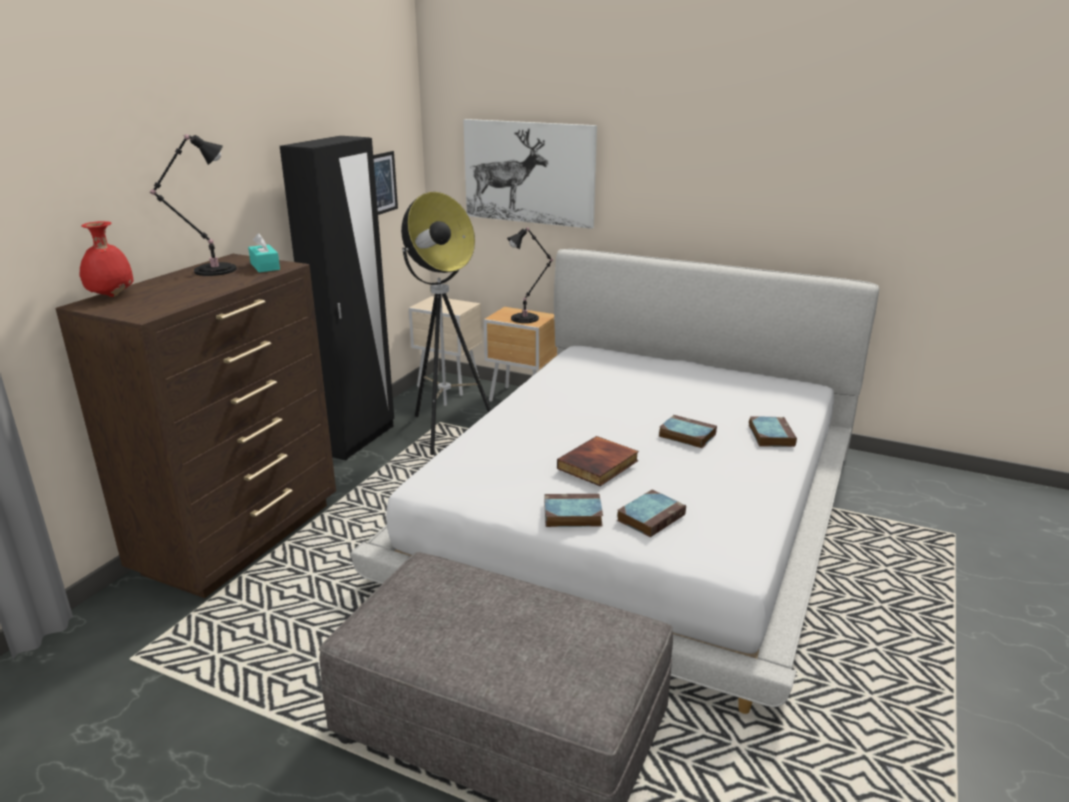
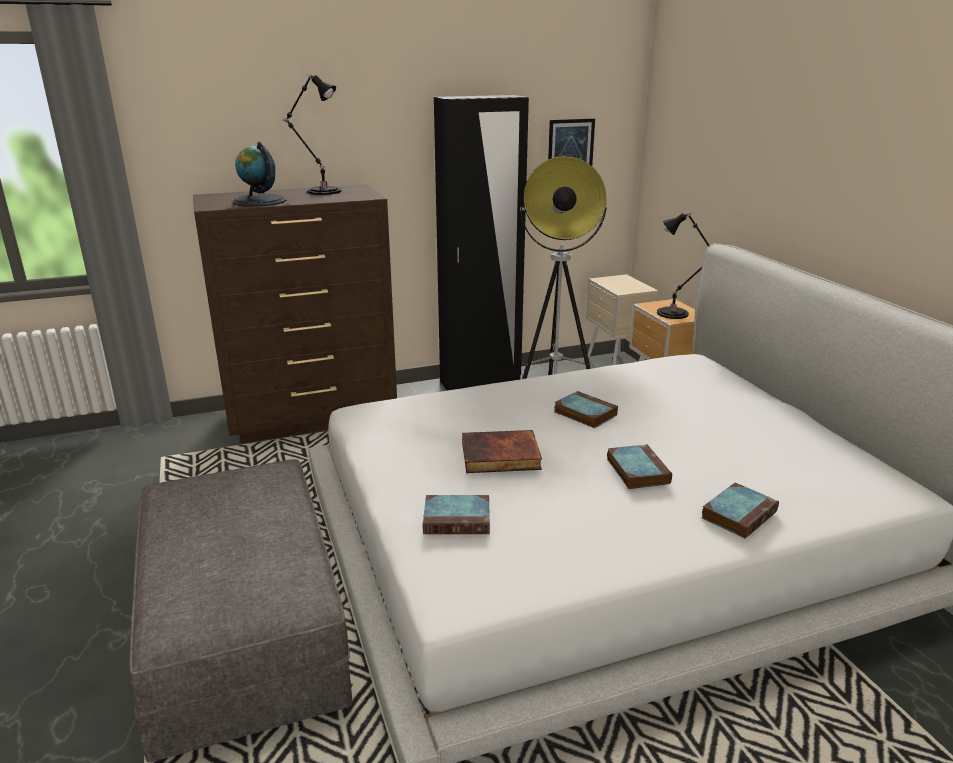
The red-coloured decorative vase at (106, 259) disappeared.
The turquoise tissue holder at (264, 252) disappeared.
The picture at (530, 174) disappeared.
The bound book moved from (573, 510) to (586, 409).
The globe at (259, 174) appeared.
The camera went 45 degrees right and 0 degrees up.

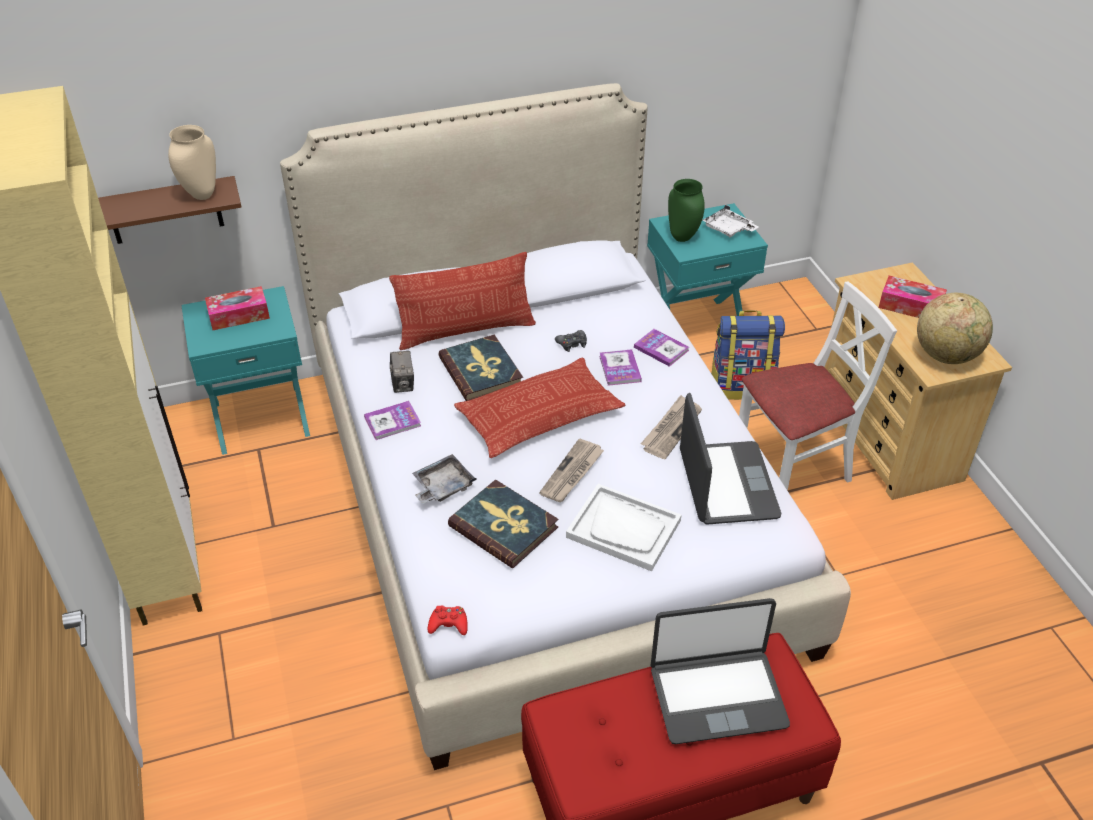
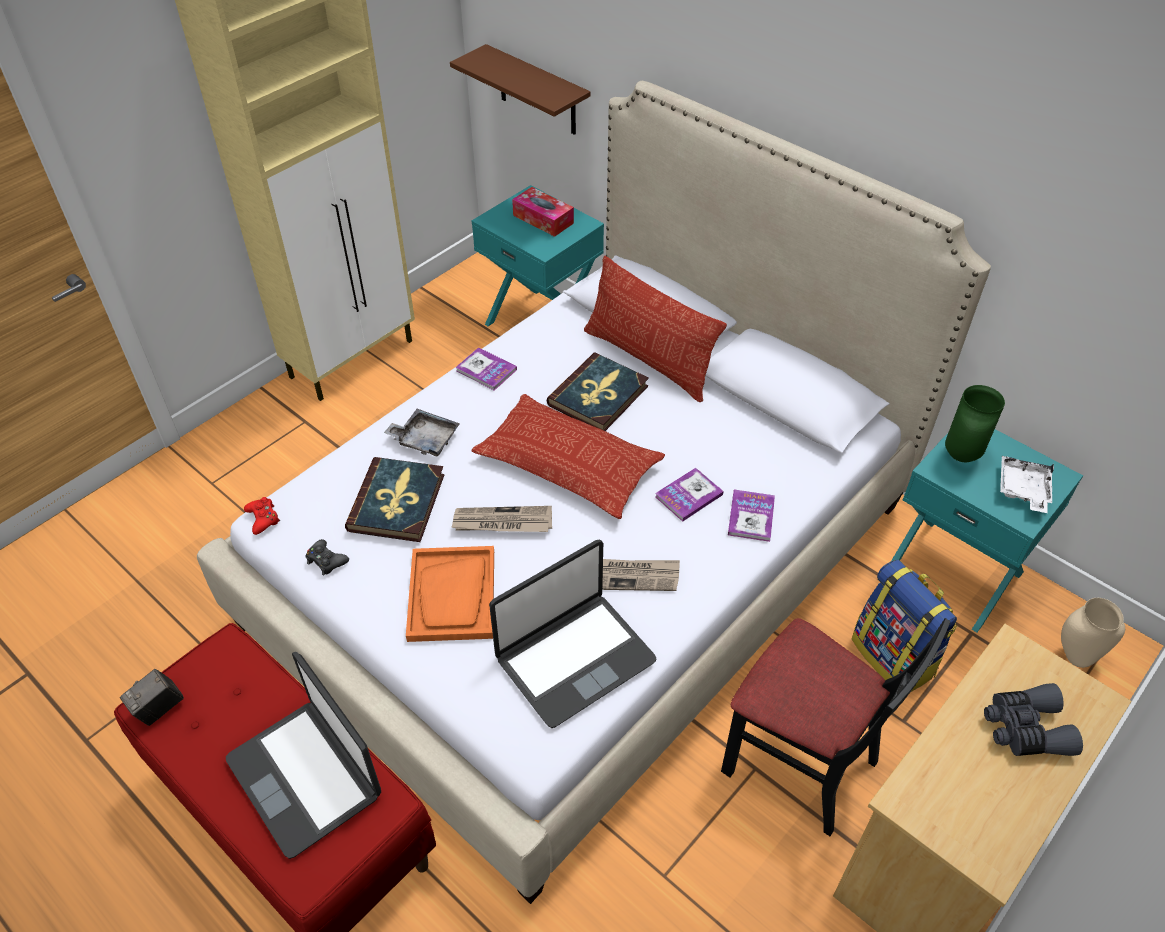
The beige-coloured decorative vase moved from (192, 162) to (1093, 633).
The photo camera moved from (402, 372) to (152, 697).
The black-coloured gamepad moved from (571, 341) to (327, 557).
The white serving tray at (624, 527) became the orangey serving tray at (450, 594).
The white upright chair at (818, 386) became the black-coloured upright chair at (836, 727).
The tissue holder at (913, 297) was replaced by the gray binoculars at (1033, 719).
The globe at (955, 328) disappeared.
The camera went 60 degrees right and 5 degrees up.

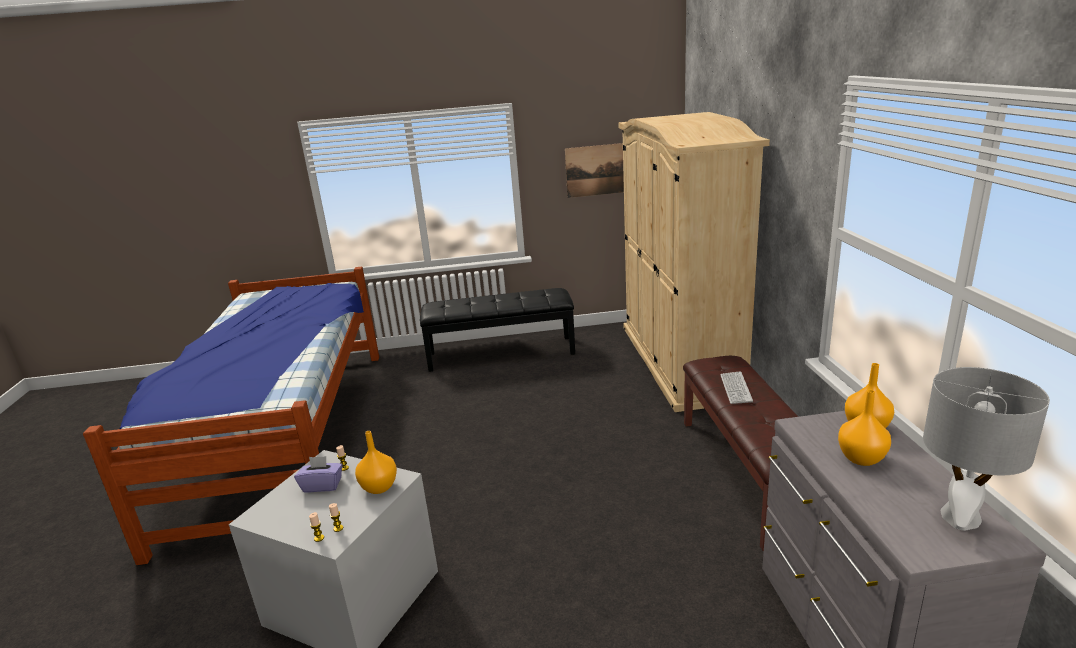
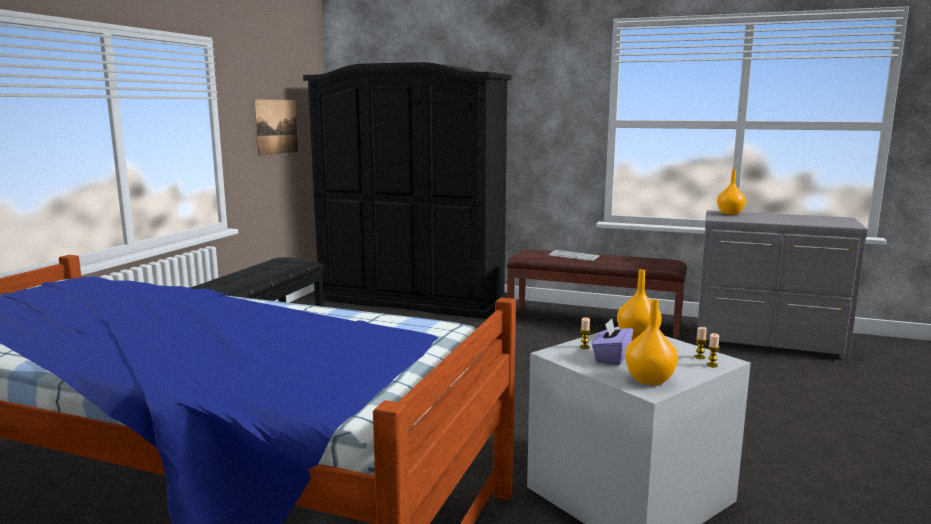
The beige-coloured wardrobe at (694, 262) became the black-coloured wardrobe at (407, 190).
The orangey decorative vase moved from (864, 428) to (651, 342).
The gray tabletop lamp at (986, 449) disappeared.
The camera went 65 degrees left and 10 degrees down.

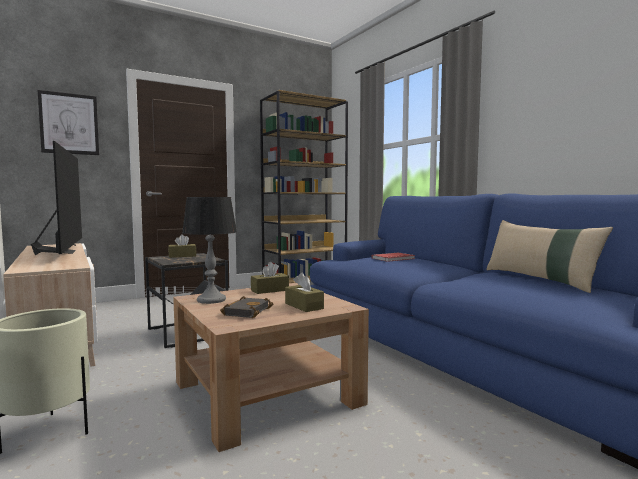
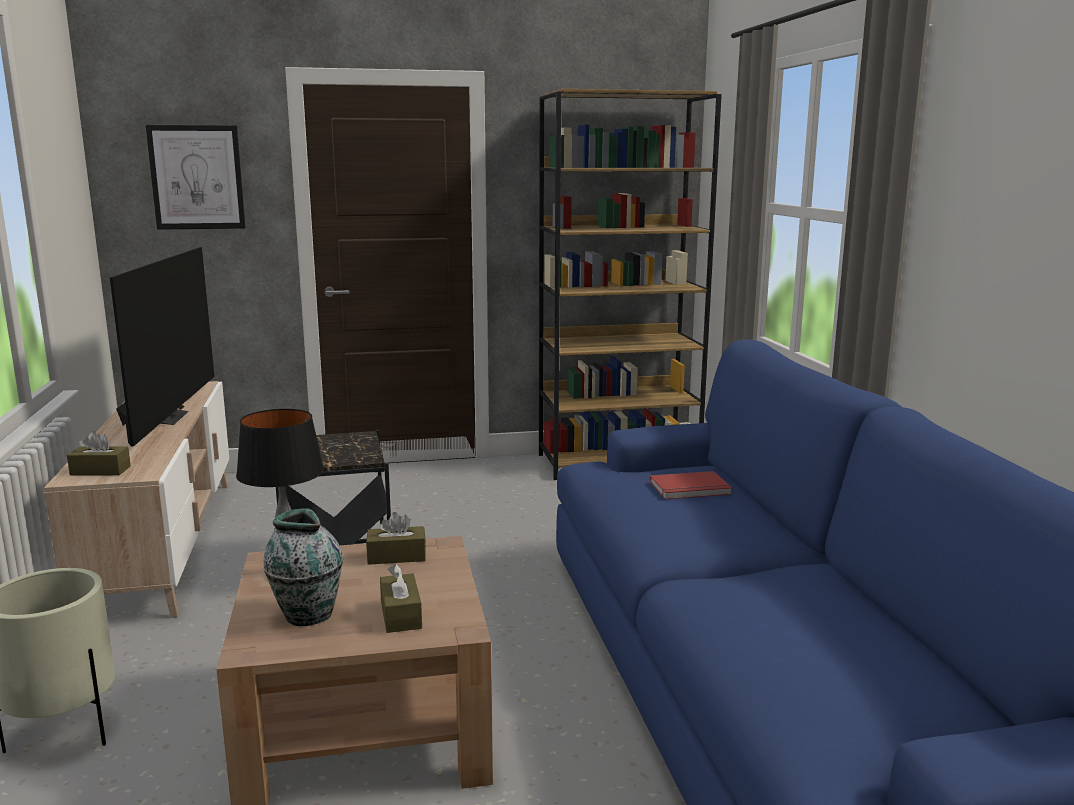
The brown-coloured tissue holder moved from (182, 246) to (99, 453).
The black-coloured bound book at (246, 307) was replaced by the decorative vase at (303, 567).
The beige-coloured throw pillow at (550, 256) disappeared.
The camera went 20 degrees right and 10 degrees up.

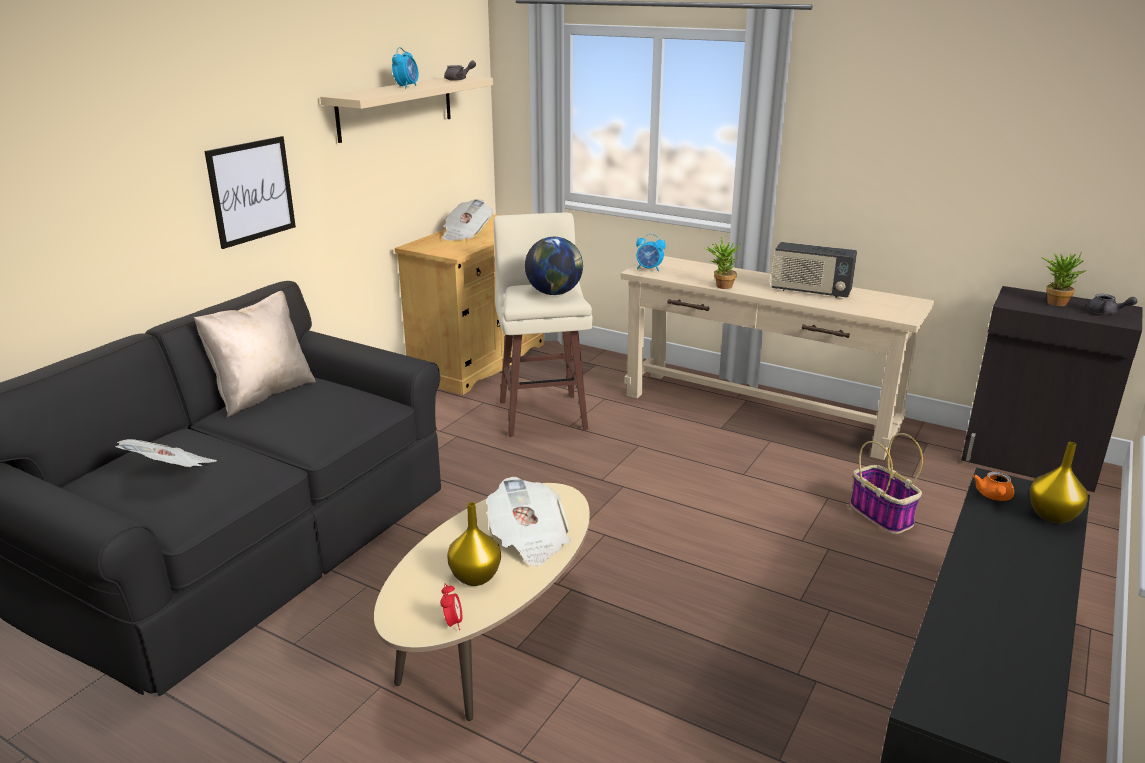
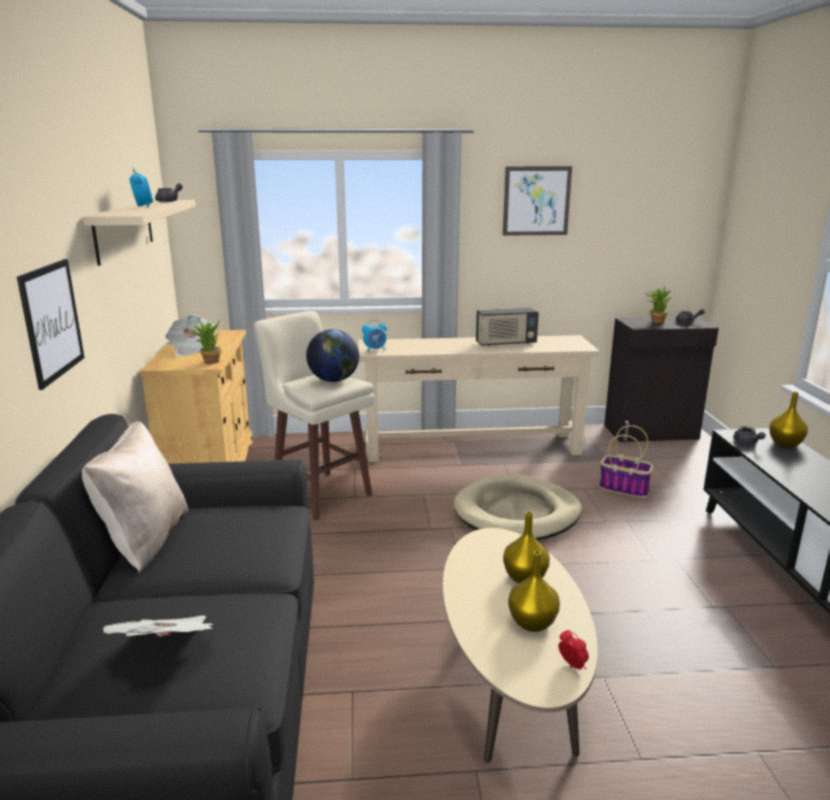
The printed paper at (528, 522) was replaced by the yellowish decorative vase at (526, 547).
The houseplant moved from (722, 263) to (204, 341).
The orangey teapot at (993, 486) became the gray teapot at (749, 435).
The beige-coloured dog cushion at (518, 507) appeared.
The picture at (537, 201) appeared.
The camera went 35 degrees left and 5 degrees down.

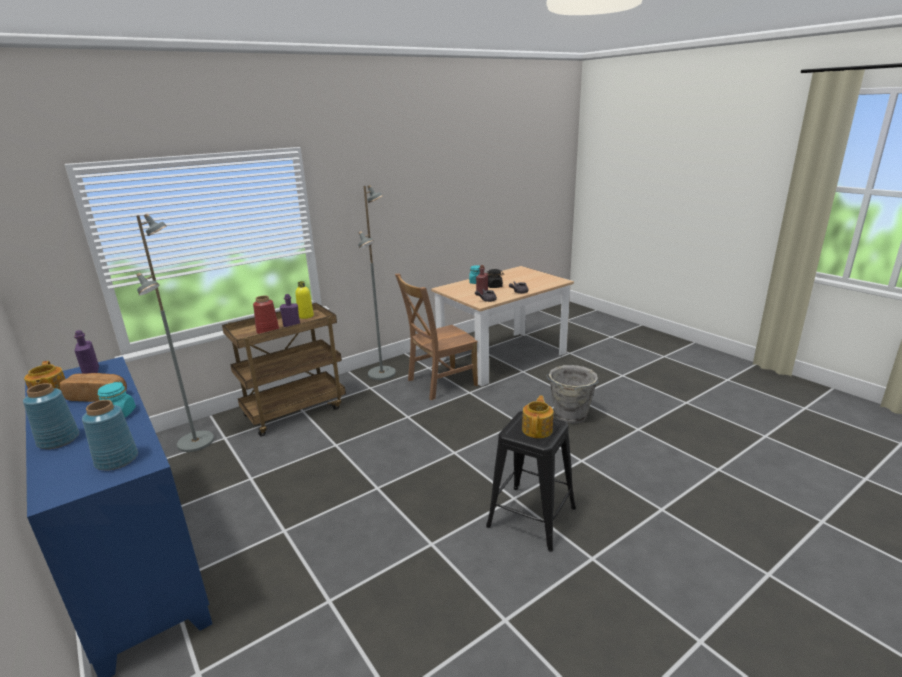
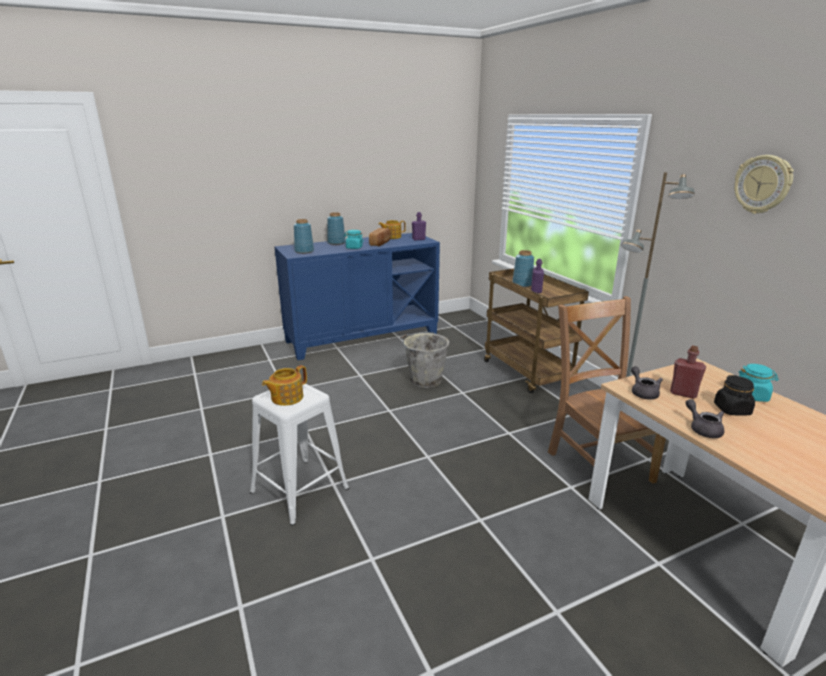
The gray standing lamp at (175, 332) disappeared.
The red-coloured decorative vase at (266, 314) became the blue decorative vase at (523, 268).
The yellowish drink bottle at (304, 300) disappeared.
The black-coloured sitting stool at (531, 481) became the white sitting stool at (299, 455).
The teapot at (537, 417) turned 105 degrees clockwise.
The gray bucket moved from (572, 394) to (425, 360).
The wall clock at (764, 184) appeared.
The camera went 100 degrees right and 0 degrees up.

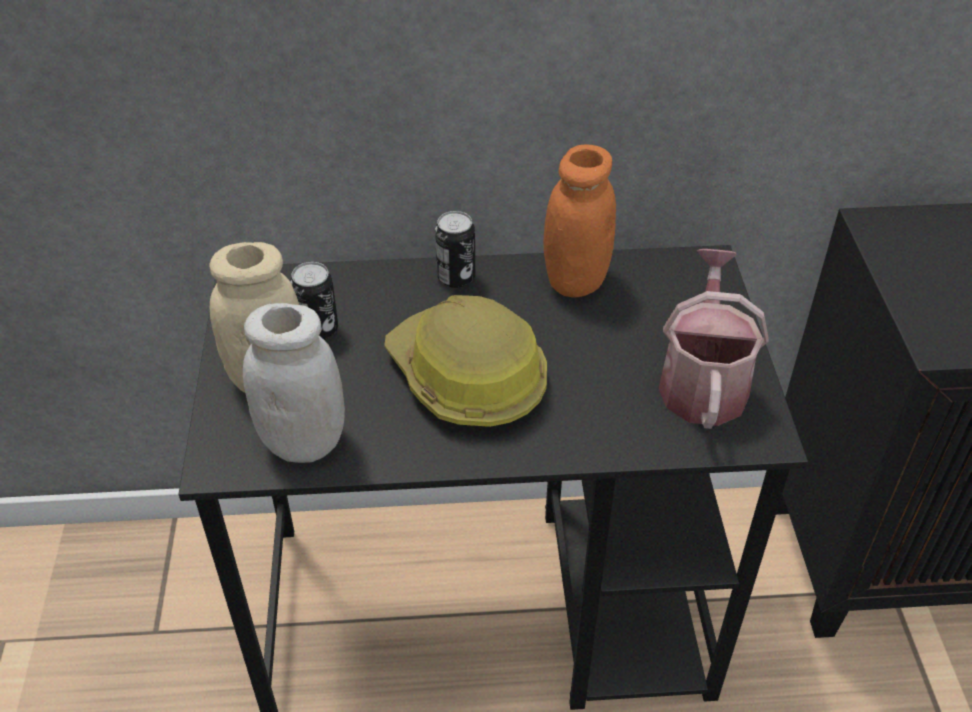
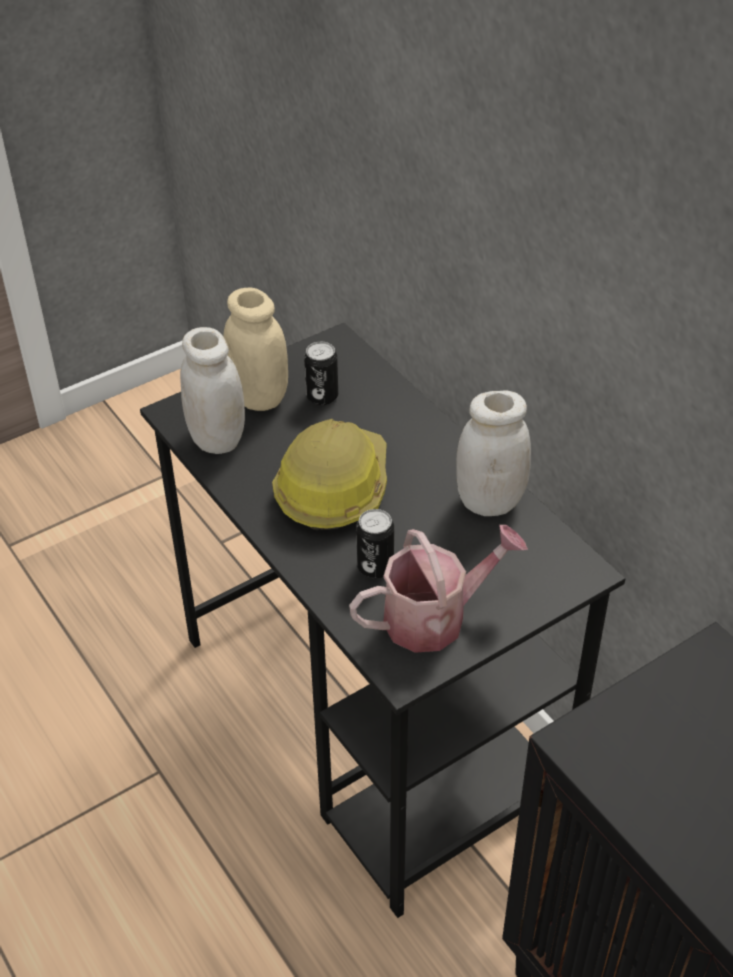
The metal can moved from (455, 249) to (375, 543).
The orangey preserve jar at (579, 221) became the white preserve jar at (493, 453).
The camera went 60 degrees right and 0 degrees up.

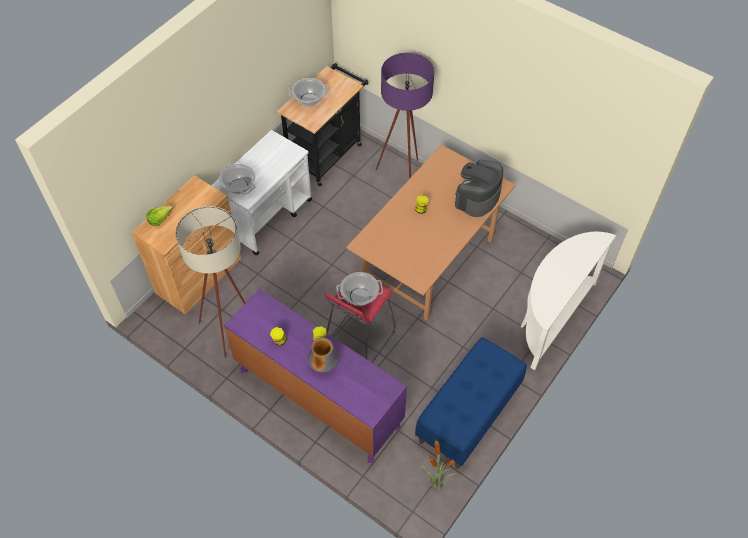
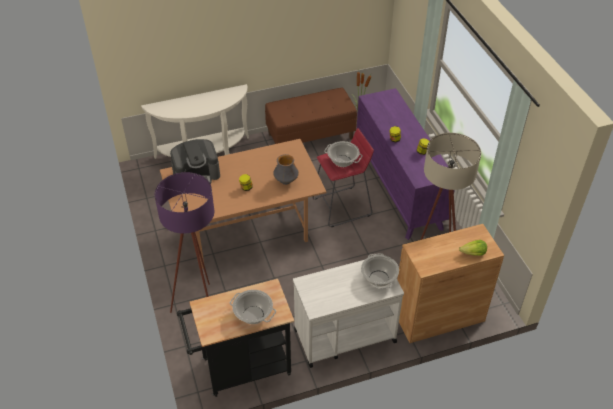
The decorative vase moved from (323, 355) to (286, 169).
The blue bench at (471, 403) became the brown-coloured bench at (311, 116).
The camera went 145 degrees left and 10 degrees down.

